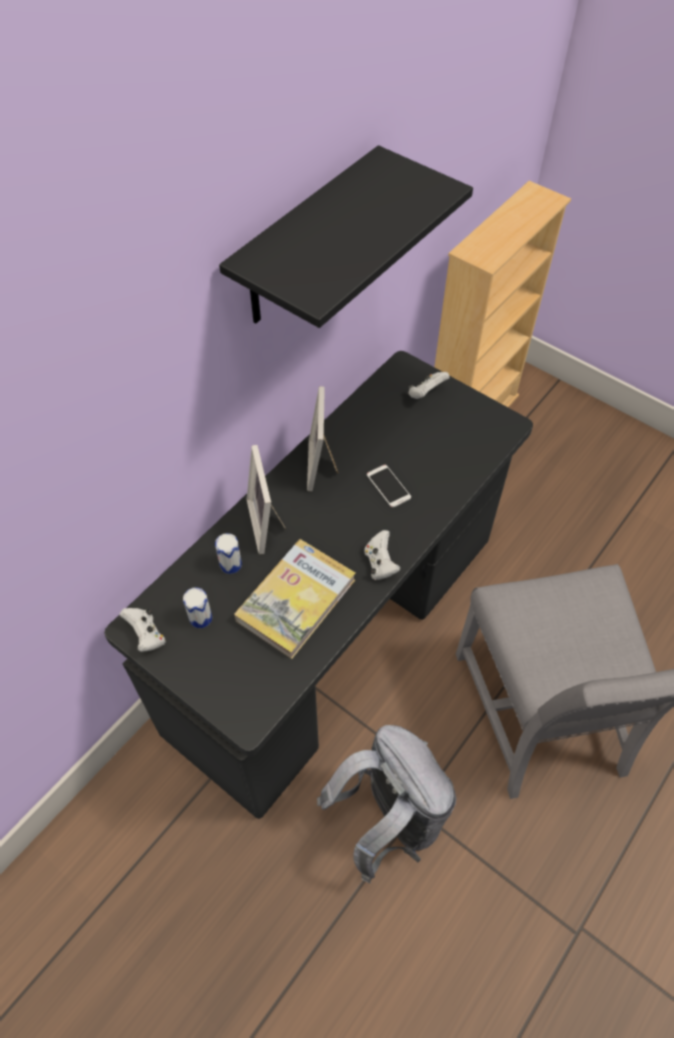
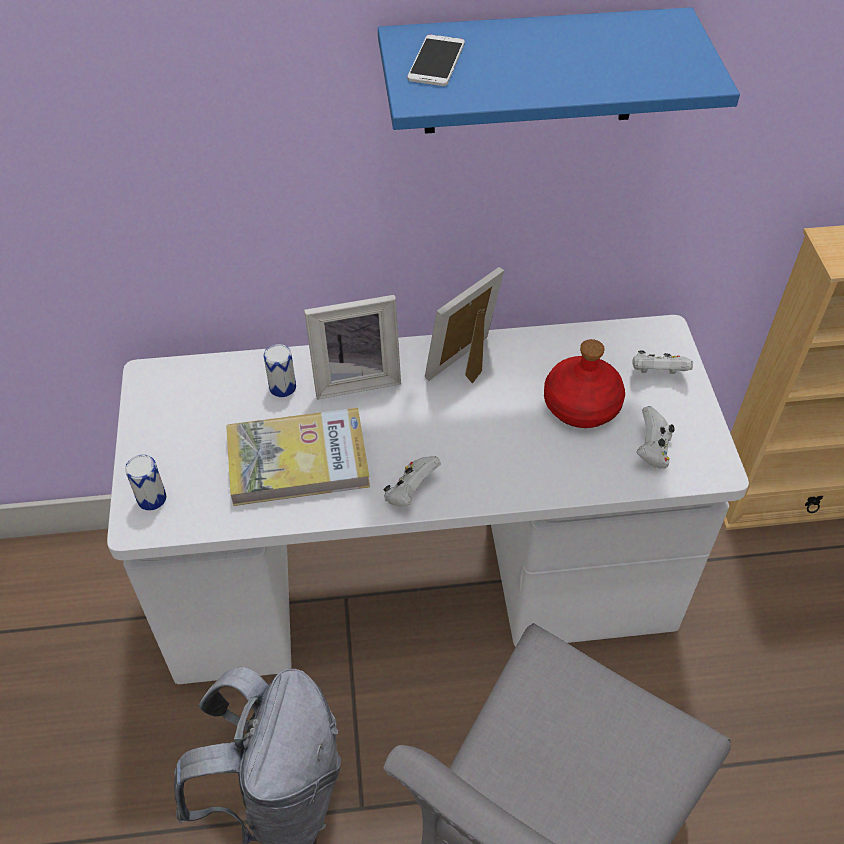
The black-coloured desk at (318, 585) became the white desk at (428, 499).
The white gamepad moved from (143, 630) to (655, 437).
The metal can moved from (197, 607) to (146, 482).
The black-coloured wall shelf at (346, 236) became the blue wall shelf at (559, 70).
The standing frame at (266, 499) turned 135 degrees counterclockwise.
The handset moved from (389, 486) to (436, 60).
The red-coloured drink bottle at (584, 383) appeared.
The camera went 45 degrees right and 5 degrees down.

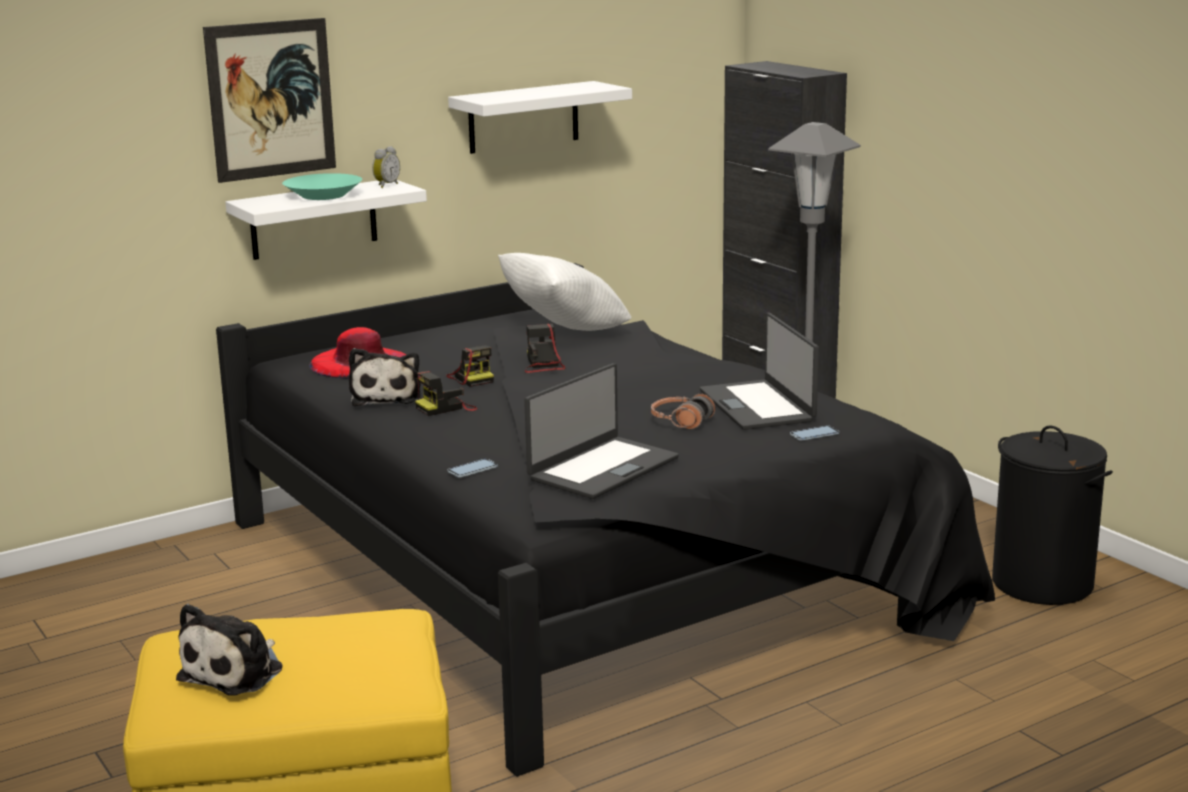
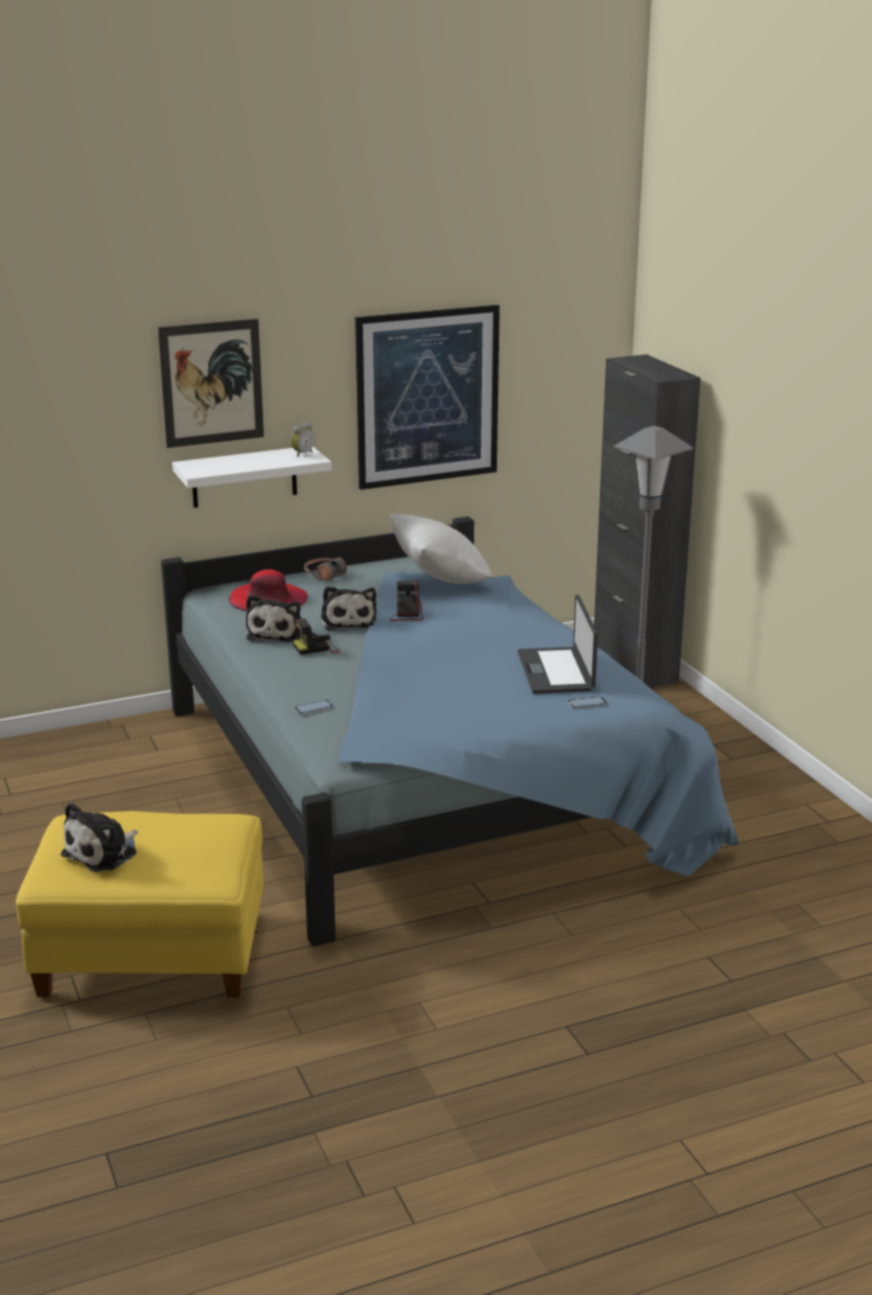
The black-coloured sleeping bed at (605, 520) became the blue sleeping bed at (449, 731).
The turquoise deep dish at (322, 186) disappeared.
The photo camera at (470, 366) was replaced by the soft toy at (349, 608).
The white wall shelf at (540, 117) was replaced by the picture at (427, 397).
The laptop at (601, 431) disappeared.
The headphones moved from (683, 411) to (325, 569).
The black-coloured laundry basket at (1052, 515) disappeared.
The camera went 10 degrees right and 5 degrees up.

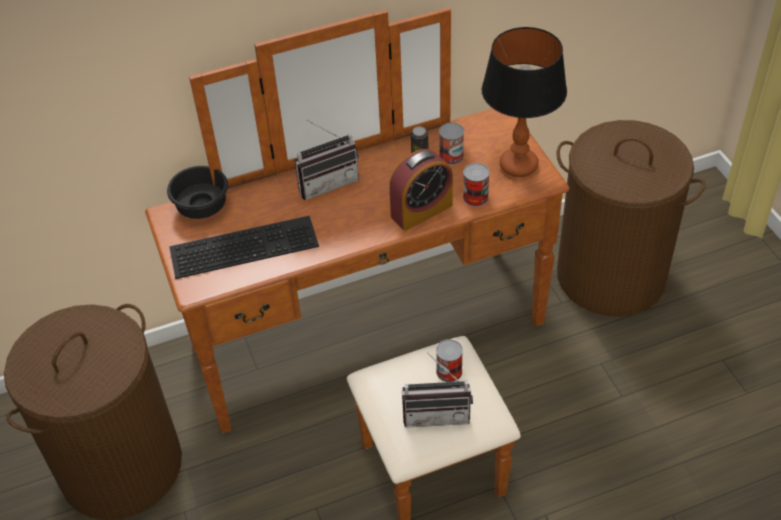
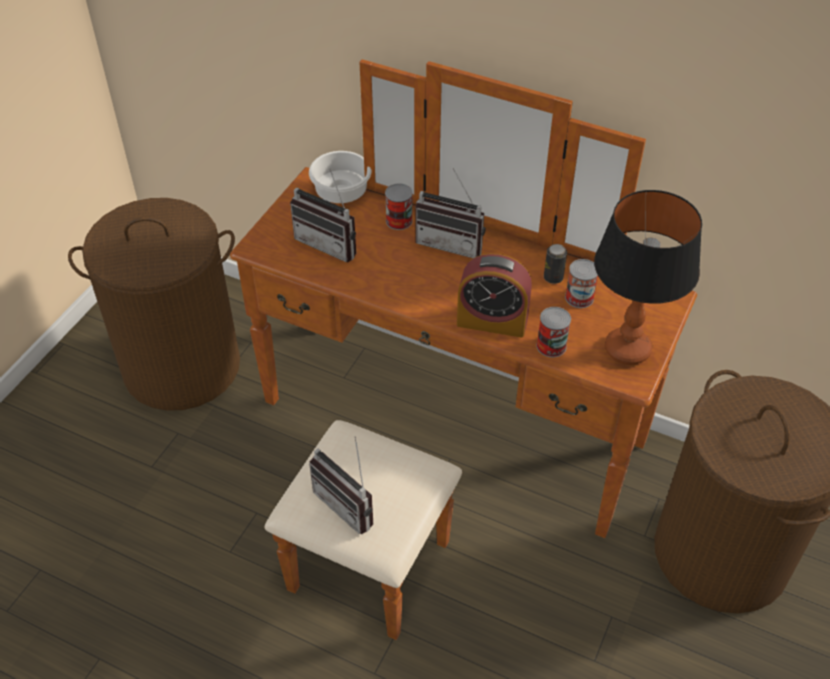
The black-coloured deep dish at (197, 192) became the white deep dish at (340, 177).
The keyboard at (244, 247) was replaced by the radio receiver at (323, 215).
The metal can moved from (449, 360) to (399, 206).
The camera went 45 degrees right and 0 degrees up.

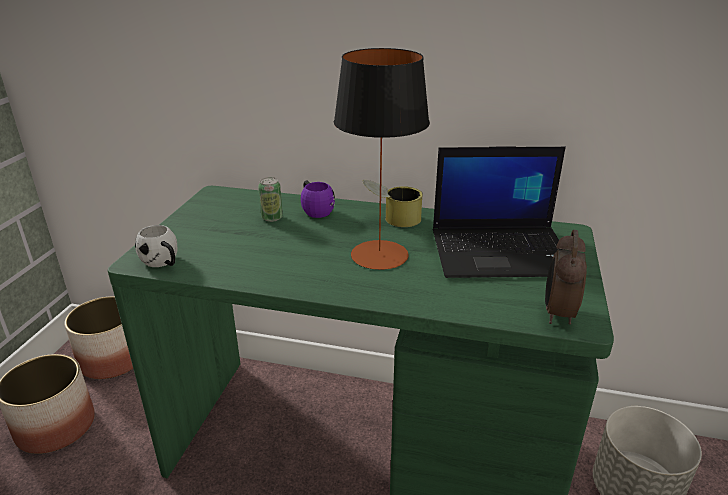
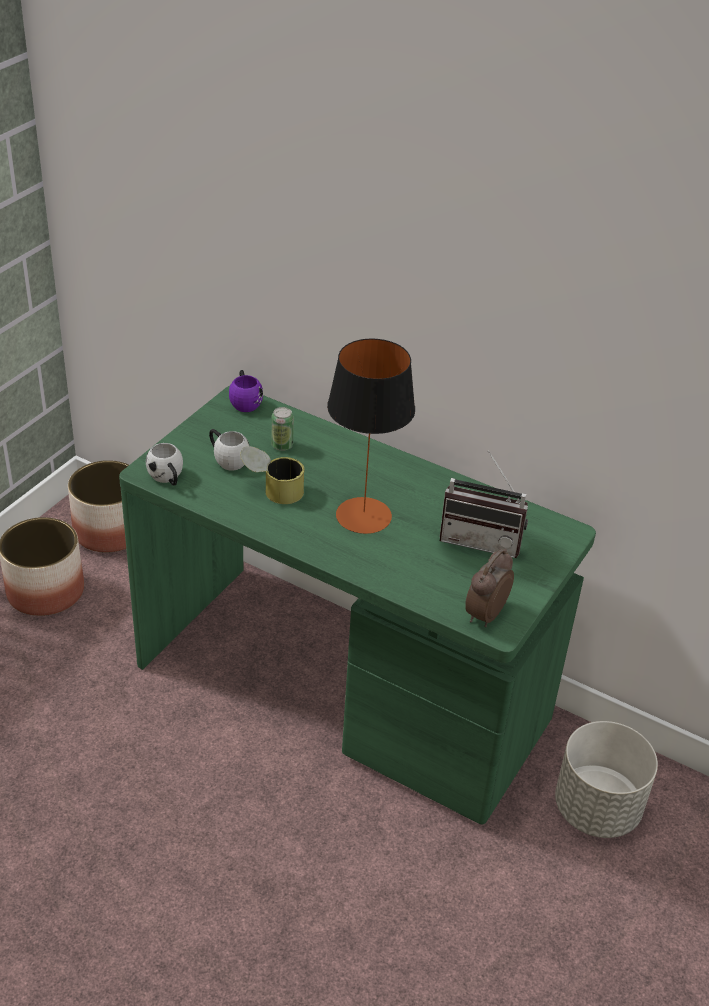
The purple-coloured coffee mug moved from (318, 199) to (246, 391).
The metal can moved from (393, 203) to (272, 475).
The laptop at (499, 212) was replaced by the radio receiver at (483, 504).
The white coffee mug at (229, 450) appeared.
The camera went 15 degrees right and 10 degrees up.

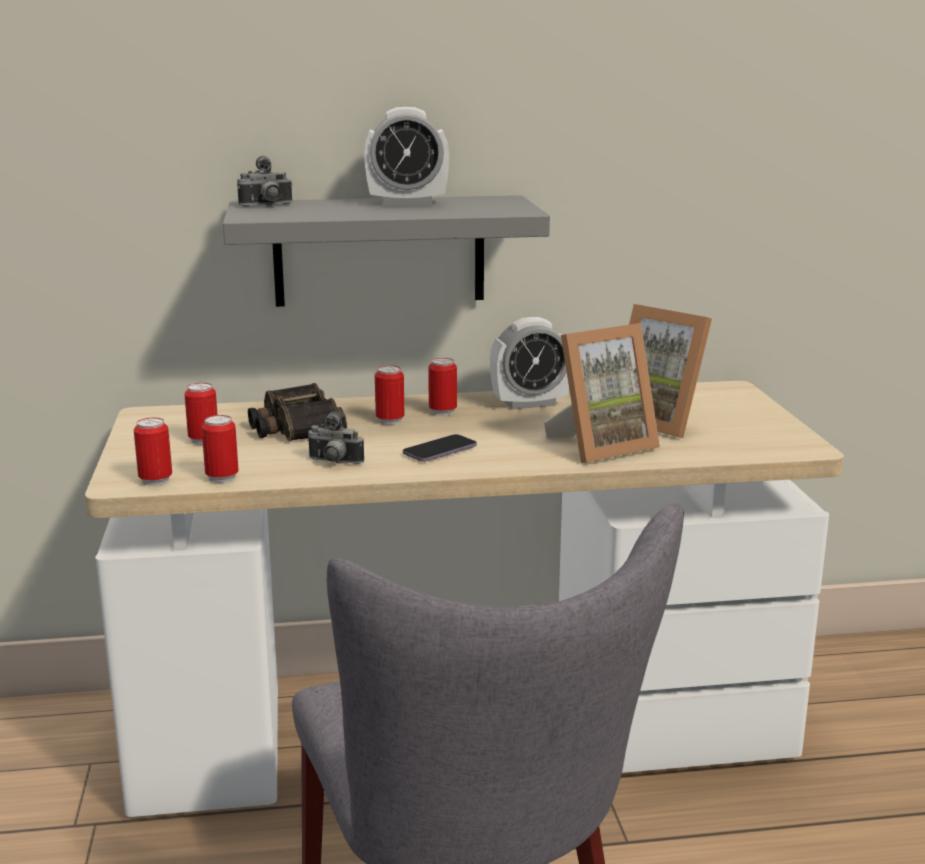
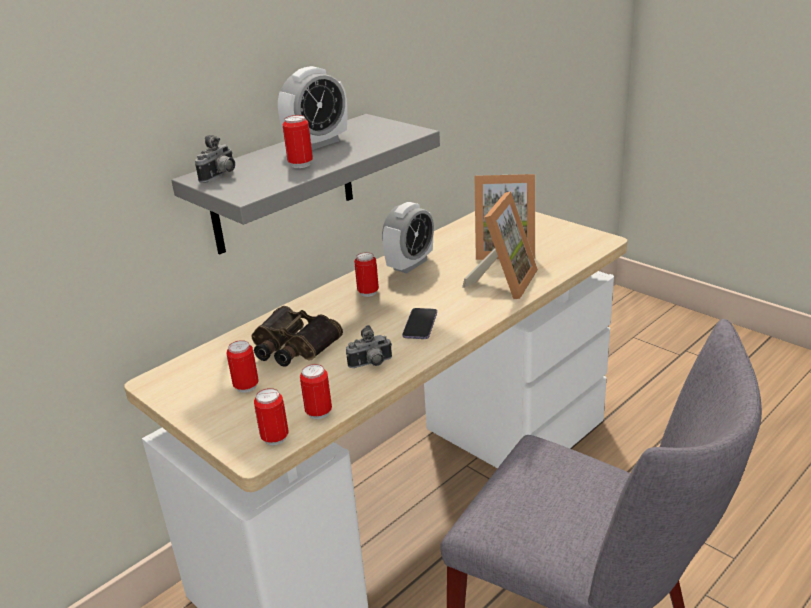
The metal can moved from (389, 395) to (298, 141).
The camera went 35 degrees left and 10 degrees up.

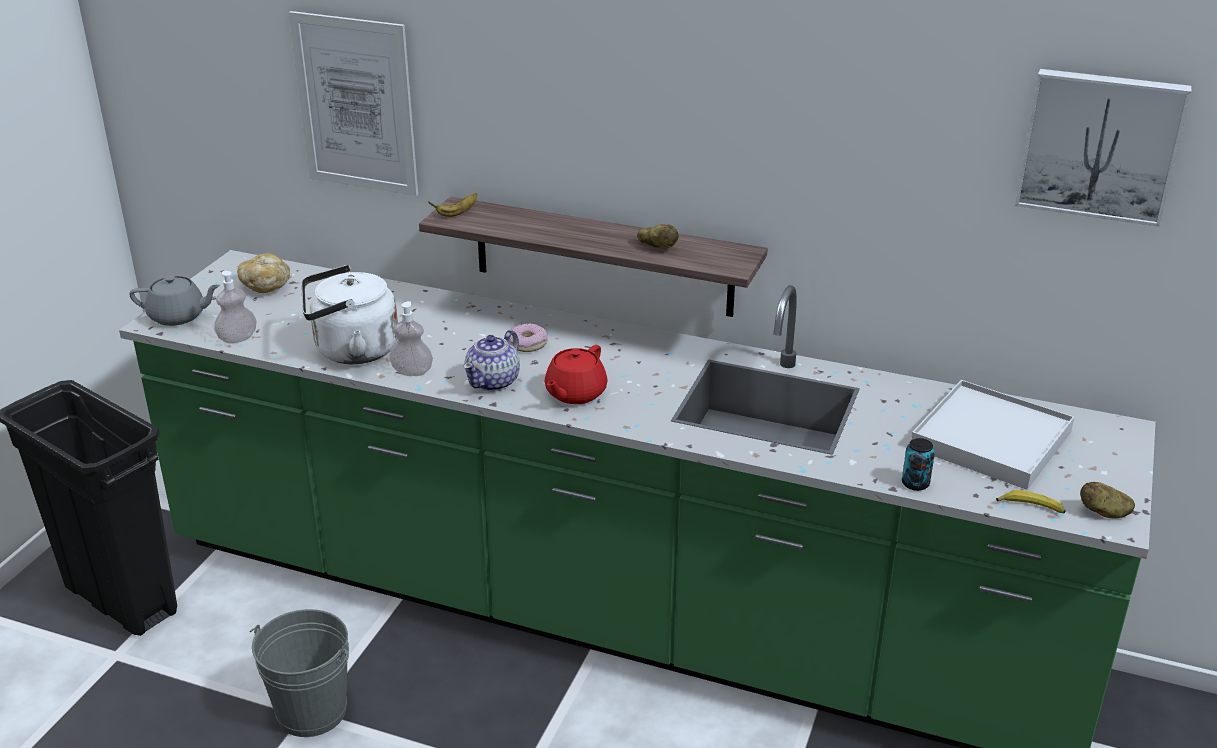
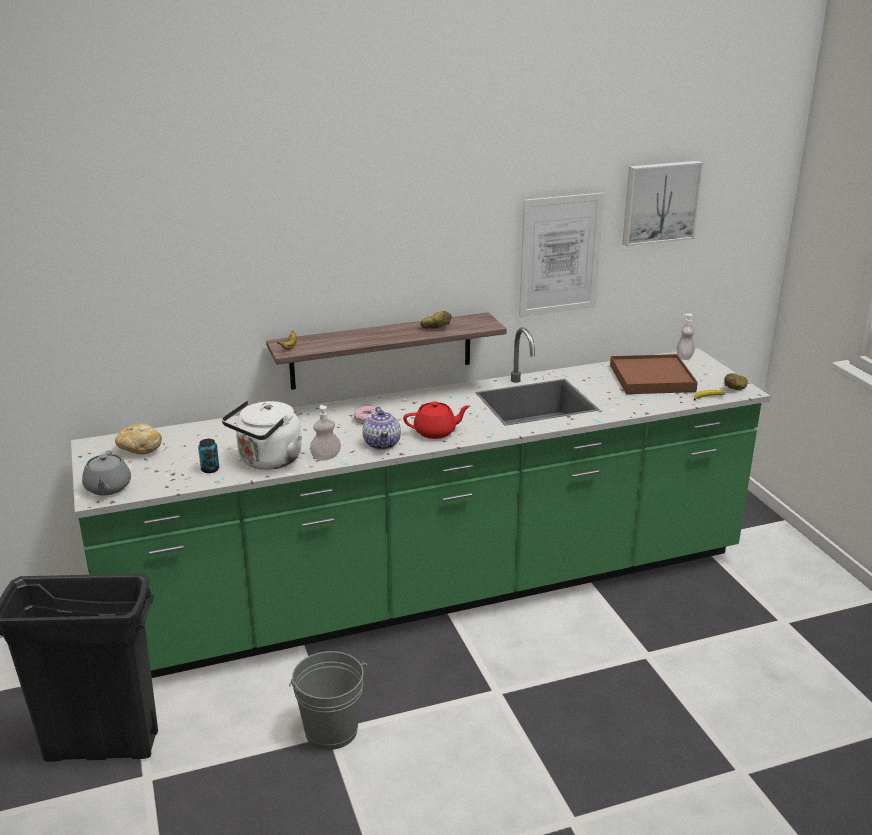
The gray teapot at (175, 300) turned 120 degrees clockwise.
The soap bottle moved from (235, 307) to (685, 337).
The picture moved from (353, 103) to (561, 255).
The red-coloured teapot at (576, 374) turned 90 degrees counterclockwise.
The metal can moved from (918, 464) to (208, 456).
The white serving tray at (992, 435) became the brown-coloured serving tray at (654, 374).
The camera went 40 degrees left and 5 degrees down.

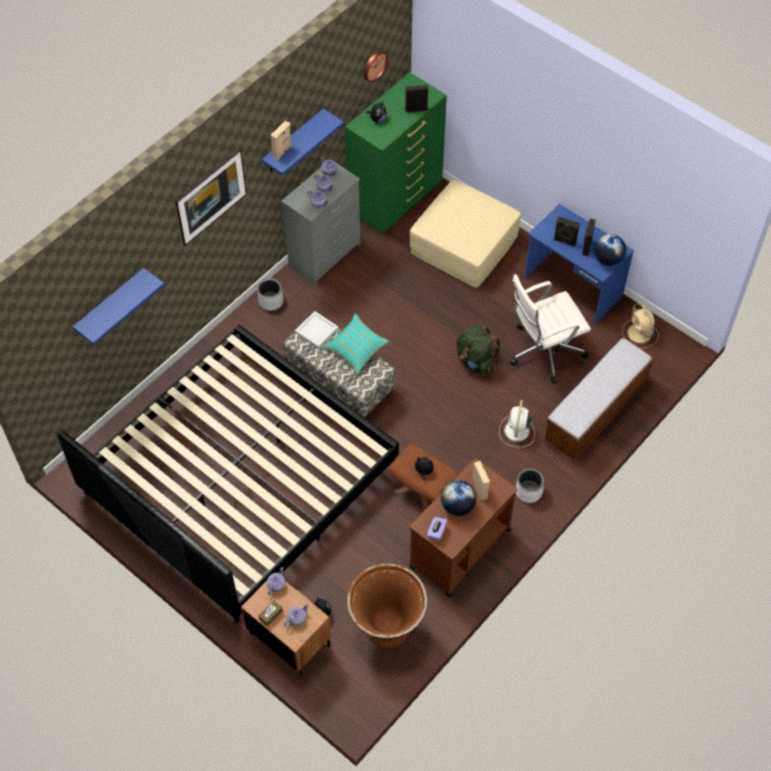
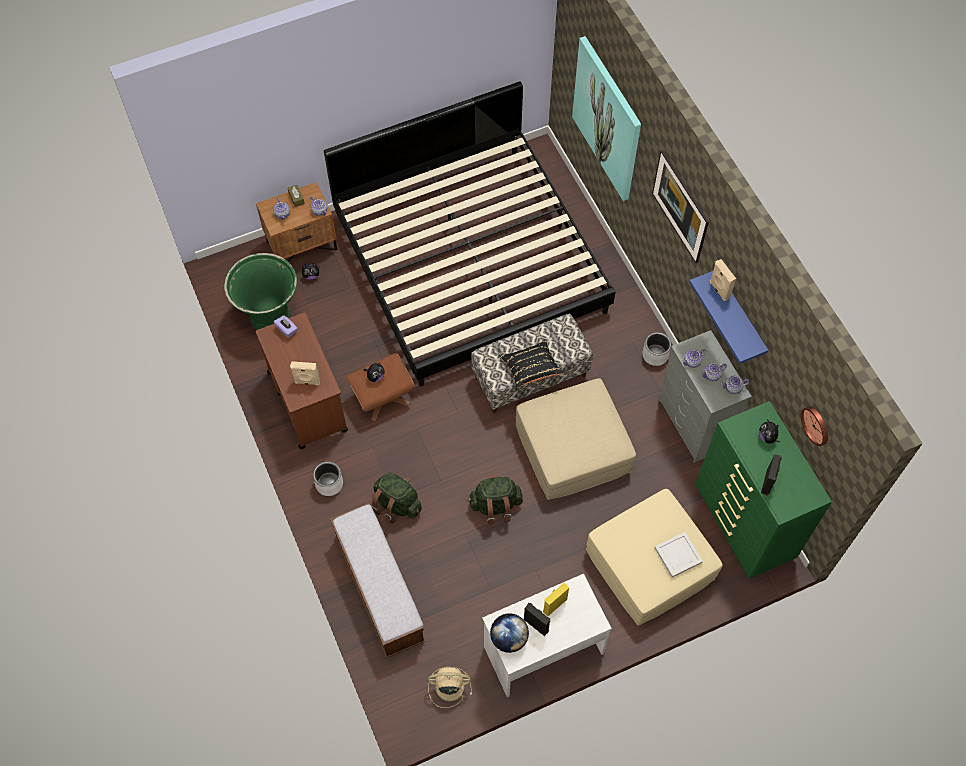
The blue wall shelf at (119, 306) was replaced by the picture at (606, 118).
The white serving tray moved from (316, 330) to (679, 555).
The turquoise throw pillow at (356, 344) became the black-coloured throw pillow at (531, 363).
The brown-coloured plant pot at (387, 605) became the greenish plant pot at (260, 291).
The globe at (459, 498) disappeared.
The white electric fan at (517, 424) was replaced by the greenish knapsack at (397, 498).
The white desk chair at (550, 329) disappeared.
The blue desk at (579, 264) became the white desk at (547, 635).
The black-coloured speaker at (567, 231) became the yellowish speaker at (556, 600).
The beige-coloured footrest at (576, 439) appeared.
The camera went 115 degrees right and 5 degrees up.

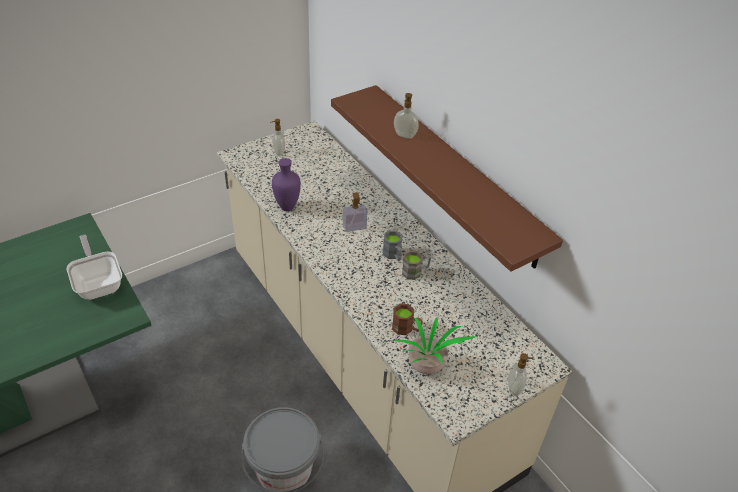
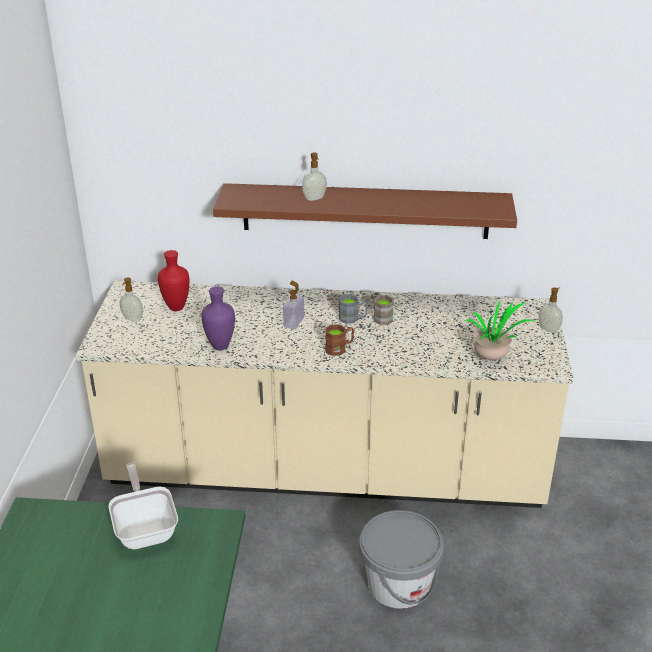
The frying pan at (94, 267) turned 60 degrees clockwise.
The brown-coloured coffee mug moved from (407, 319) to (339, 340).
The red-coloured decorative vase at (173, 280) appeared.
The camera went 50 degrees left and 10 degrees down.

